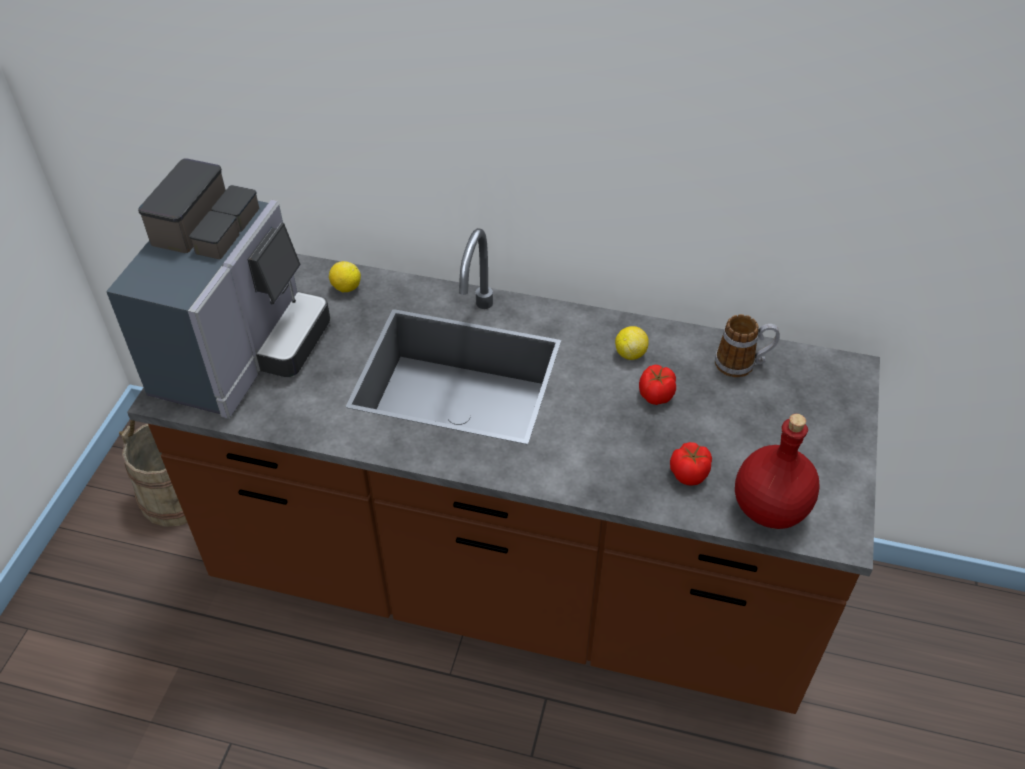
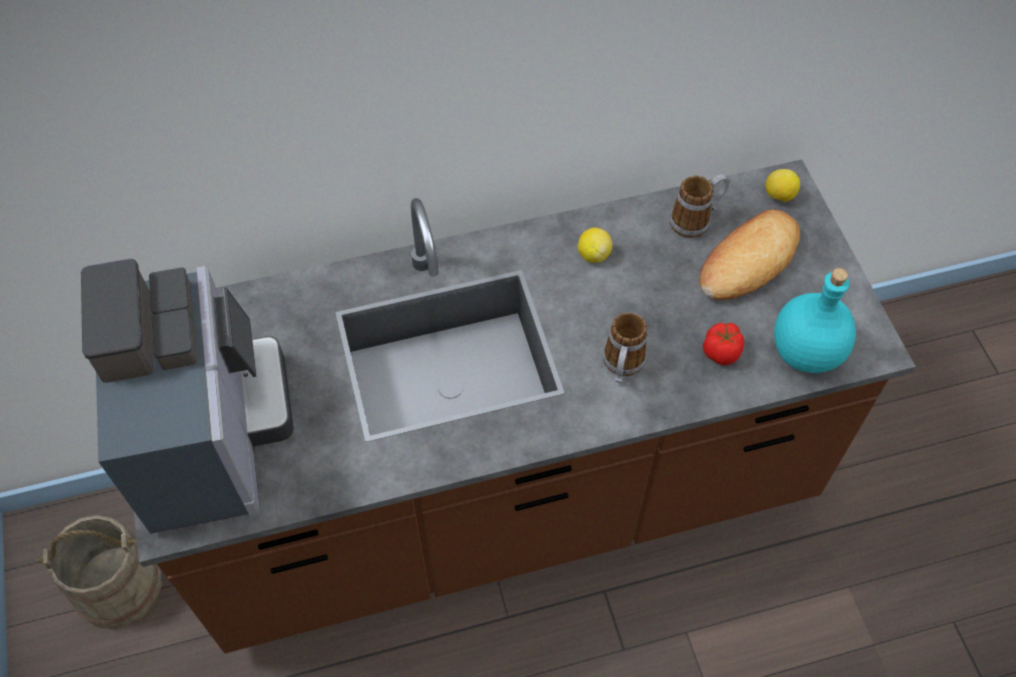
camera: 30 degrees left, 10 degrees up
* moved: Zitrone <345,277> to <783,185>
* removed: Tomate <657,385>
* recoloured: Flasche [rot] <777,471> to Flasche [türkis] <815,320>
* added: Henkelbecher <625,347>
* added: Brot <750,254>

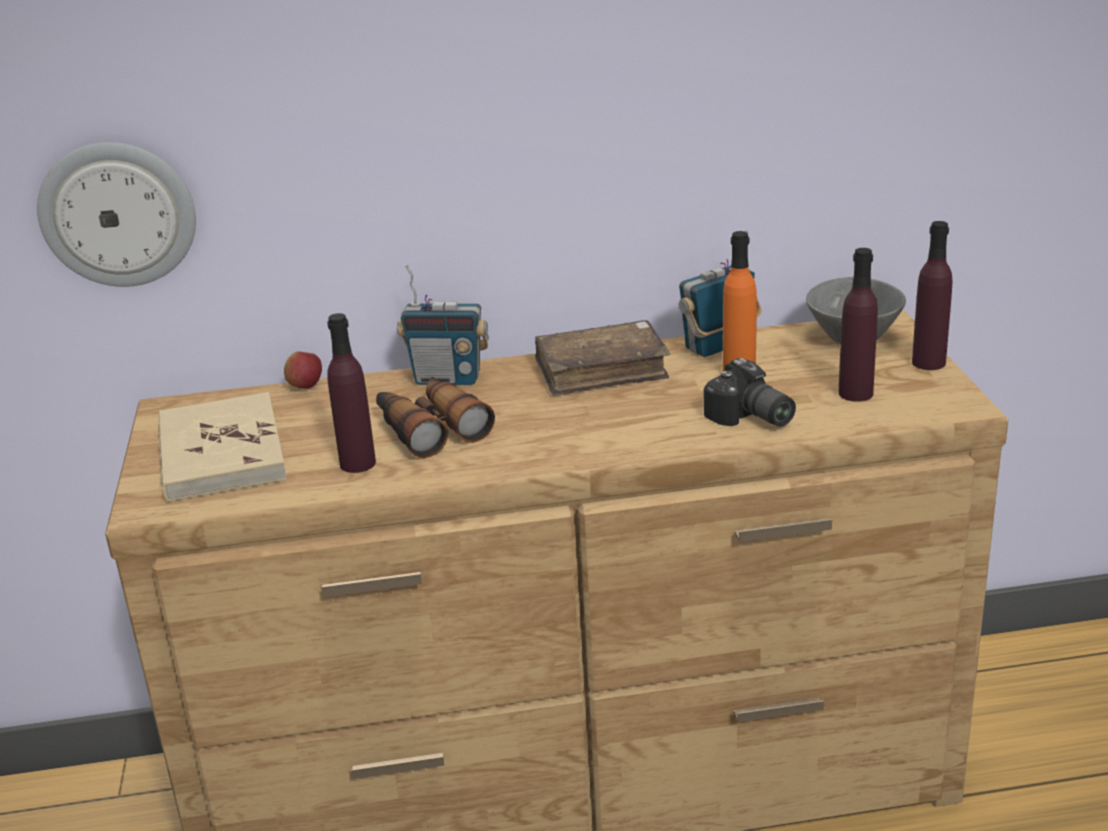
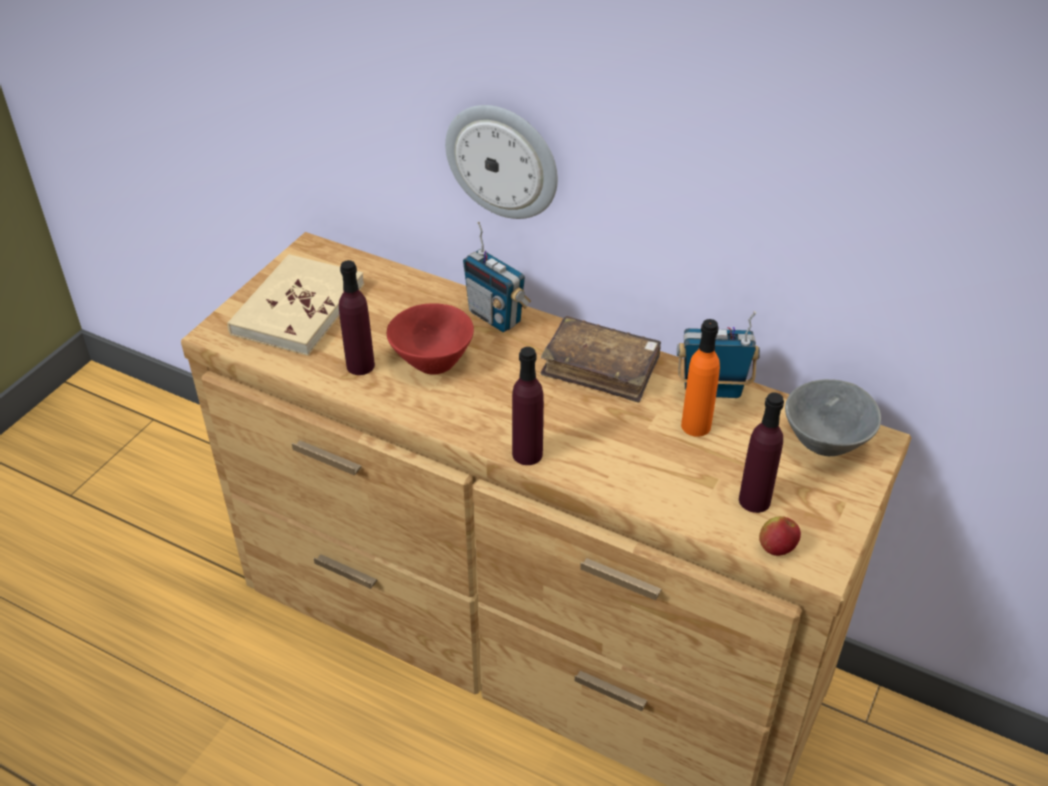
camera: 35 degrees right, 15 degrees up
* moved: Wanduhr <116,214> to <501,162>
* moved: Apfel <303,370> to <780,536>
* replaced: Fernglas <435,417> to Schüssel [rot] <430,339>
* removed: Kamera <750,392>
* moved: Flasche [lila] <932,295> to <528,406>

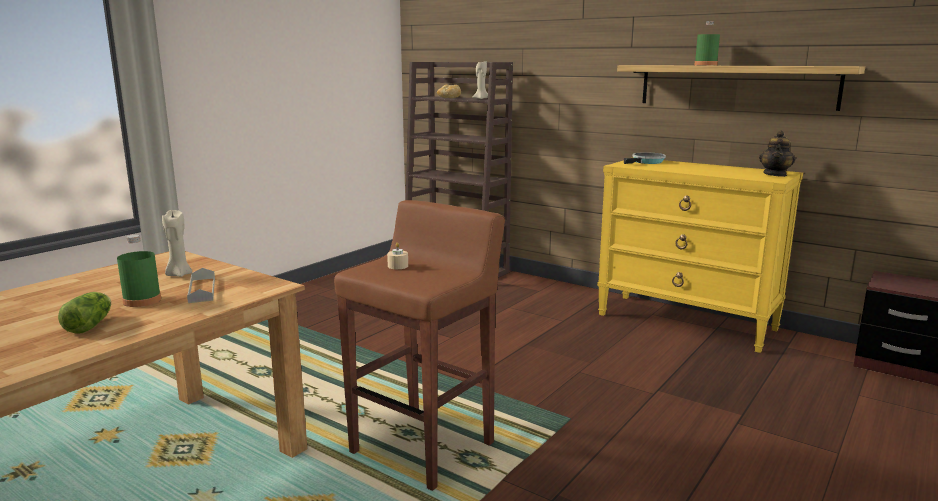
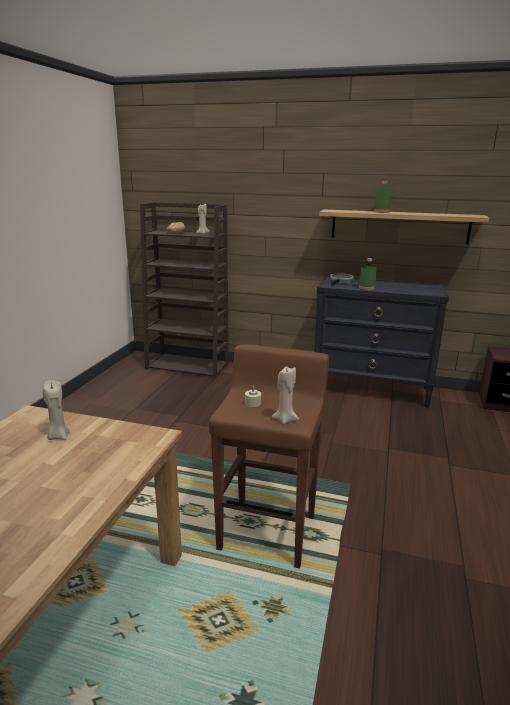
camera: 20 degrees left, 5 degrees up
* removed: Salatkopf <84,312>
* moved: Flasche [grün] <139,271> to <367,274>
* removed: Tablett [grau] <201,285>
* recoloured: Kommode [gelb] <700,256> to Kommode [schwarz] <381,342>
* removed: Teekanne <777,153>
* added: Kerze [beige] <285,395>

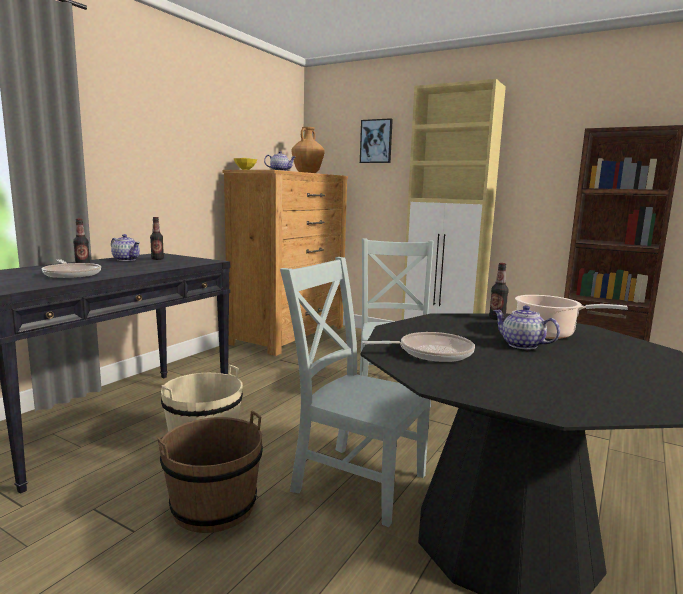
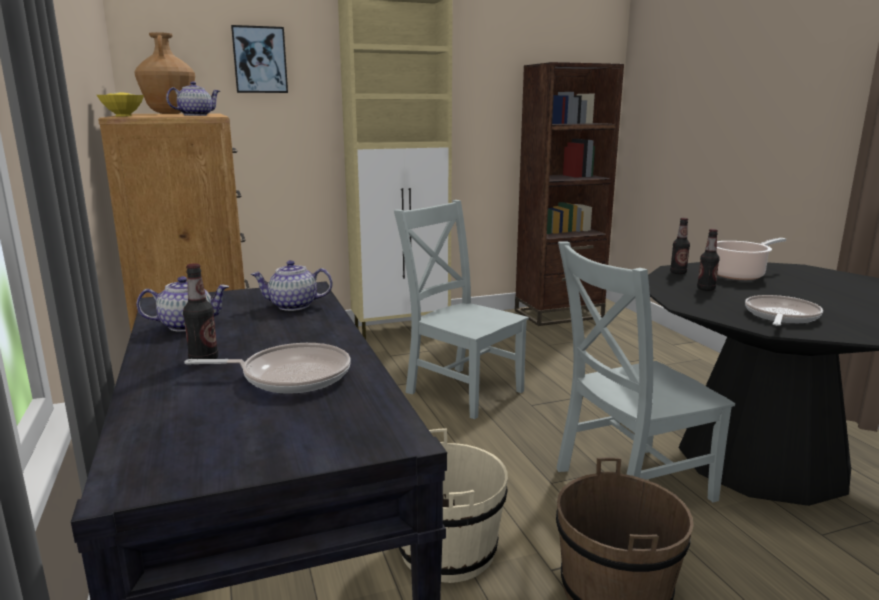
camera: 50 degrees left, 5 degrees up
* moved: Flasche <157,238> to <708,260>
* moved: Teekanne <526,327> to <291,285>

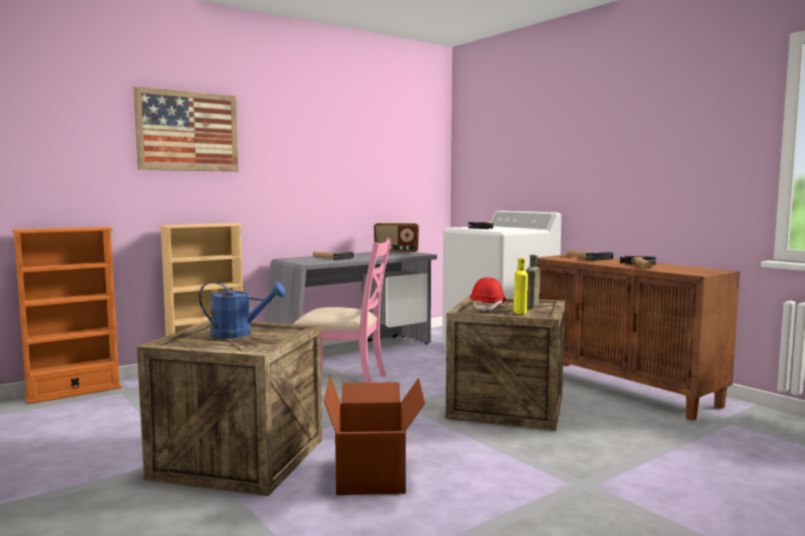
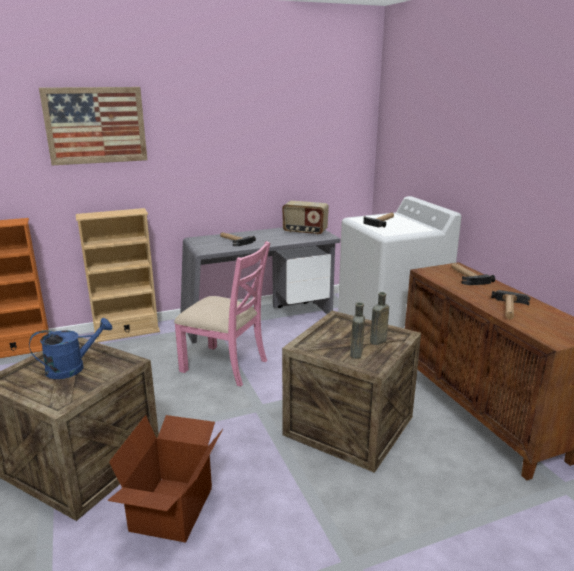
camera: 15 degrees right, 15 degrees up
* turned: Gießkanne [blau] <242,310> = <70,348> 45 degrees counterclockwise
* removed: Schutzhelm [rot] <488,294>
* recoloured: Flasche [gelb] <520,286> to Flasche [braun] <357,330>

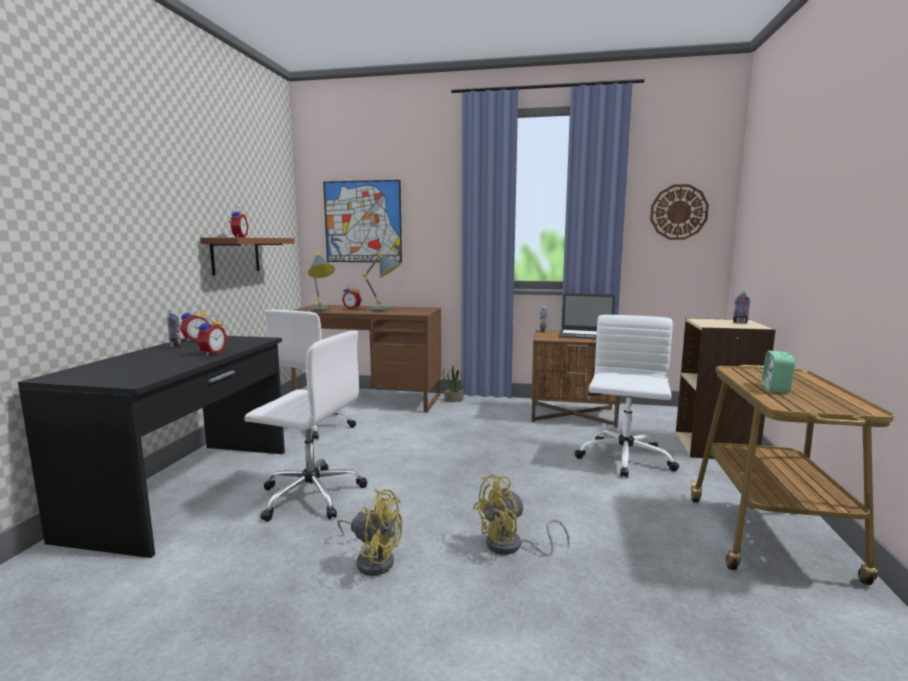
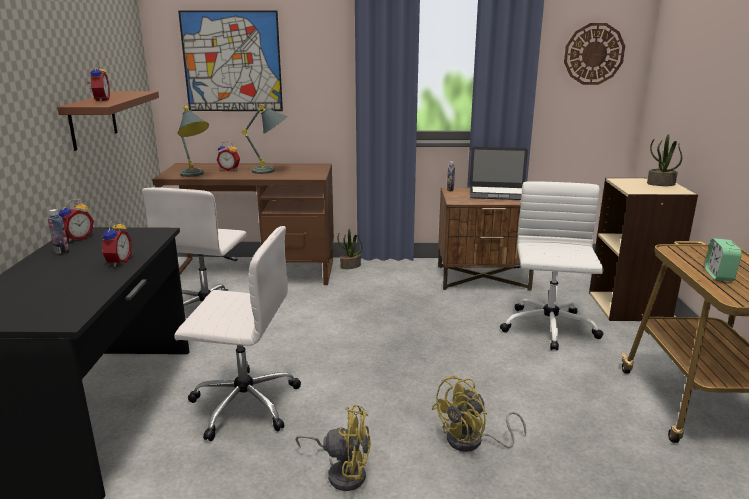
camera: 10 degrees left, 10 degrees up
* replaced: Flasche <741,306> to Topfpflanze <664,160>

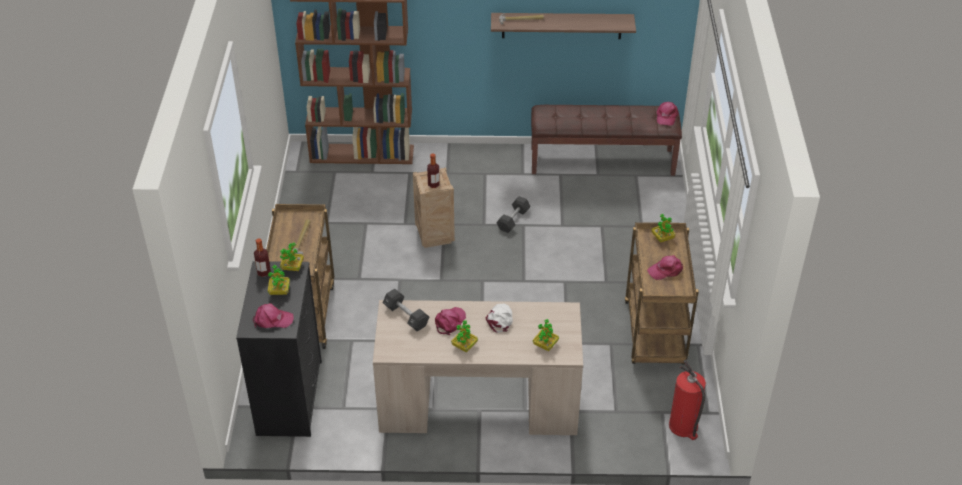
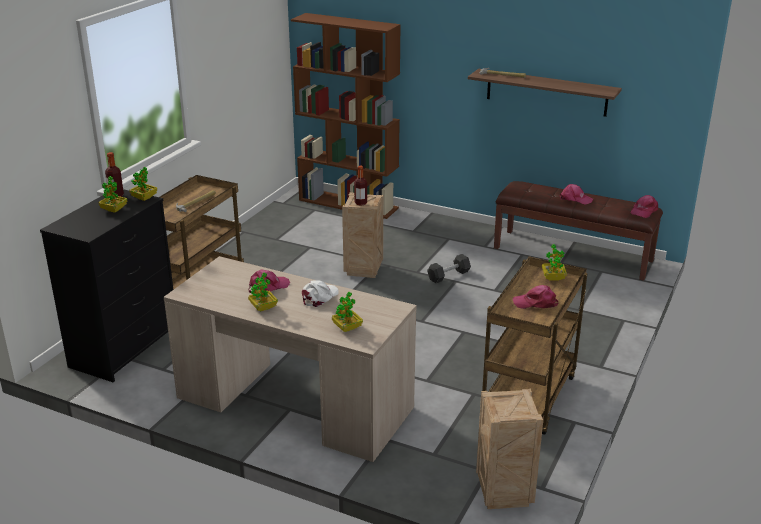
camera: 25 degrees right, 15 degrees down
* moved: Kappe [rosa] <273,315> to <576,194>
* removed: Hantel [schwarz] <406,310>
* replaced: Feuerlöscher <687,400> to Kiste <509,449>

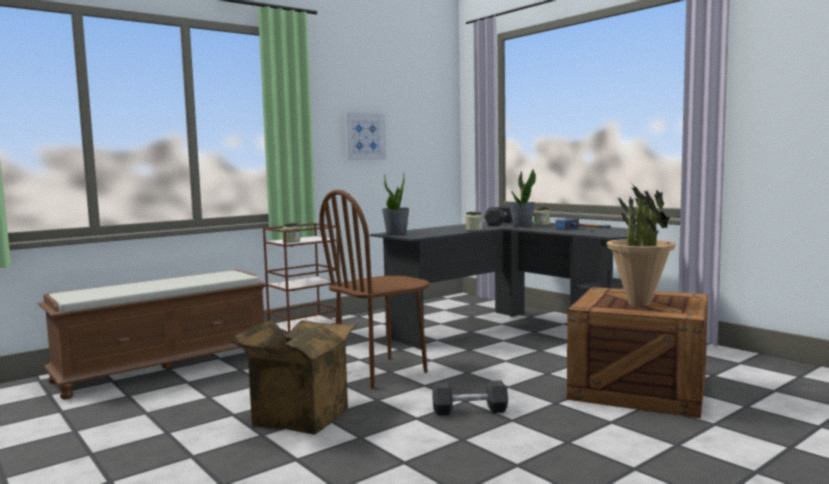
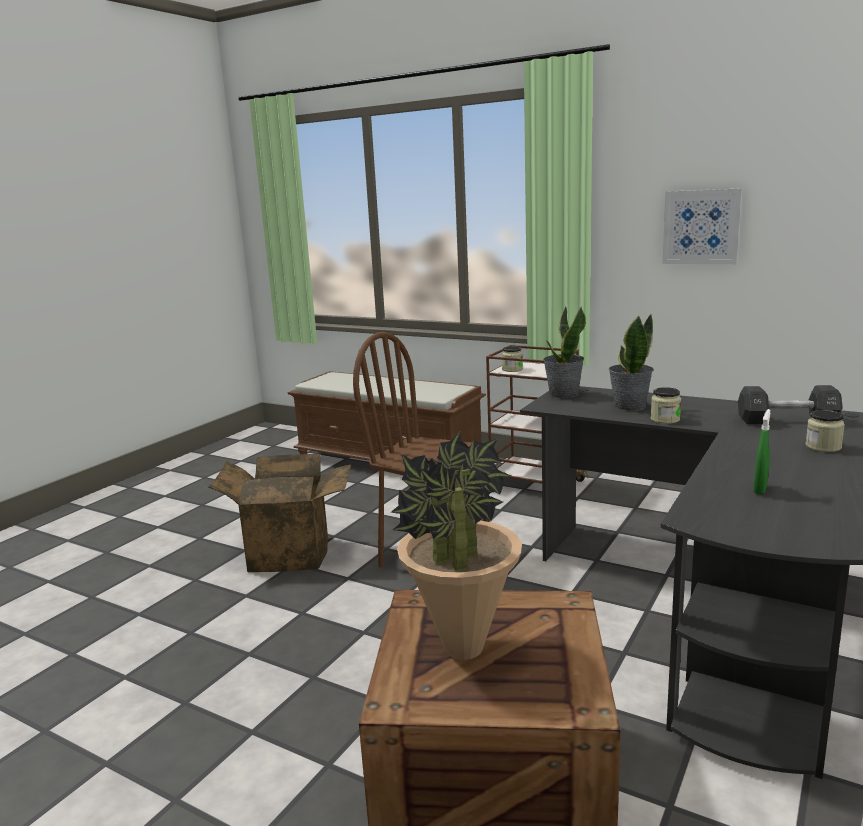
camera: 70 degrees right, 10 degrees up
* removed: Hantel [schwarz] <470,397>
* moved: Topfpflanze <522,198> to <631,362>
* replaced: Hammer <583,224> to Sprühflasche [grün] <762,452>

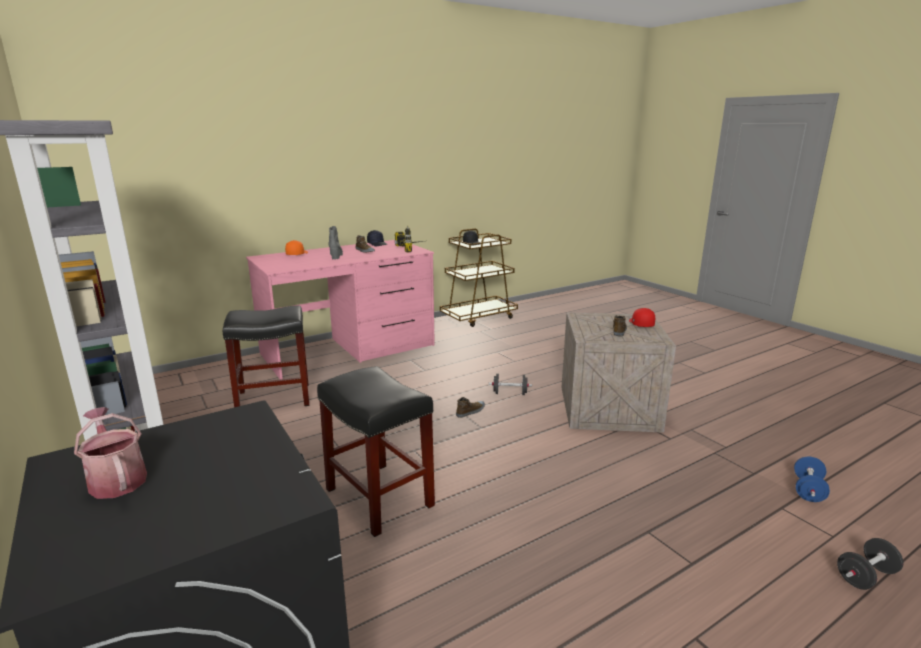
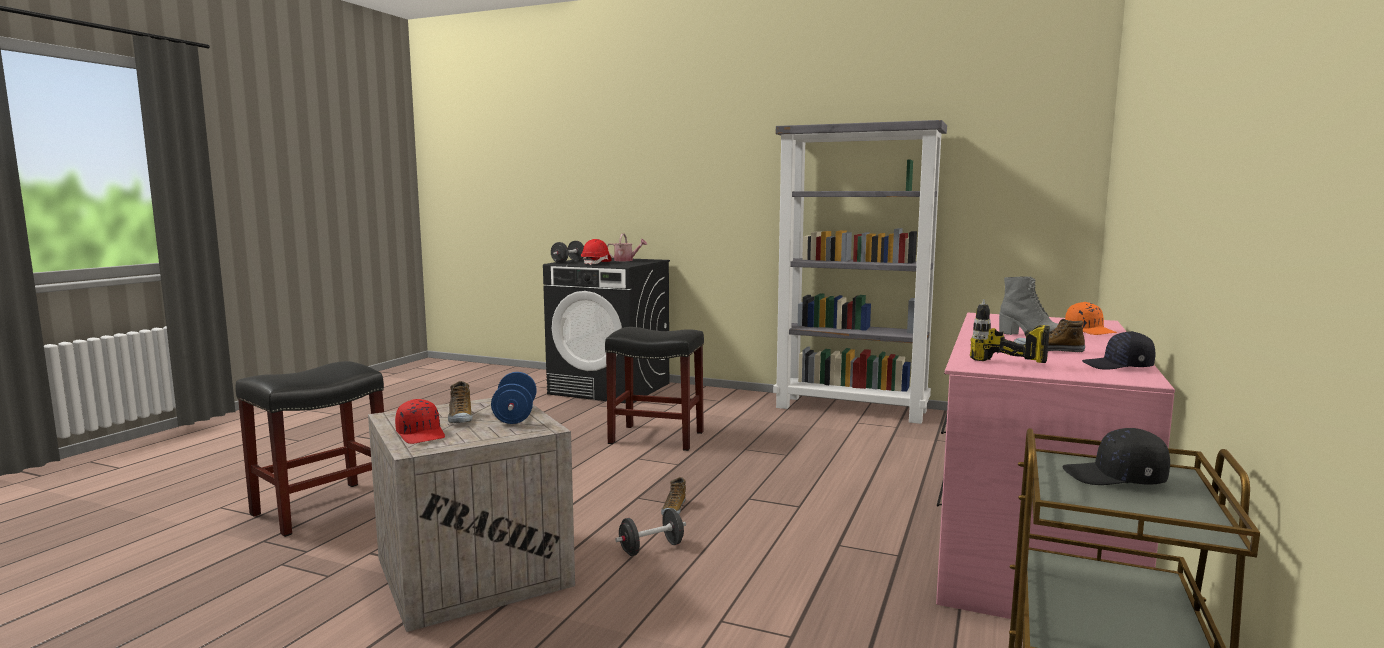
camera: 145 degrees right, 10 degrees down
* moved: Hocker [schwarz] <266,356> to <309,449>
* moved: Hantel [blau] <812,479> to <514,398>
* moved: Hantel [schwarz] <870,564> to <567,252>
* added: Schutzhelm [rot] <596,252>

